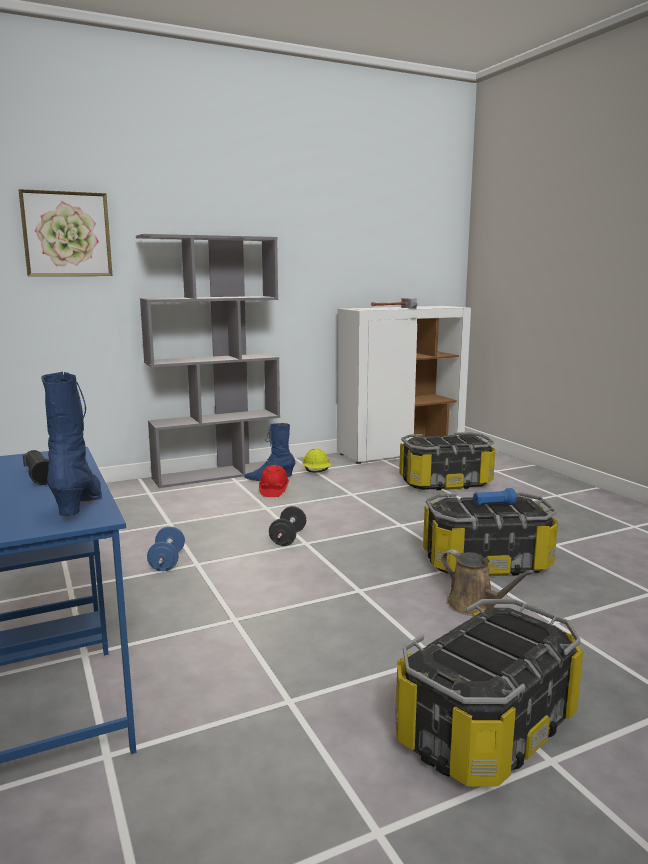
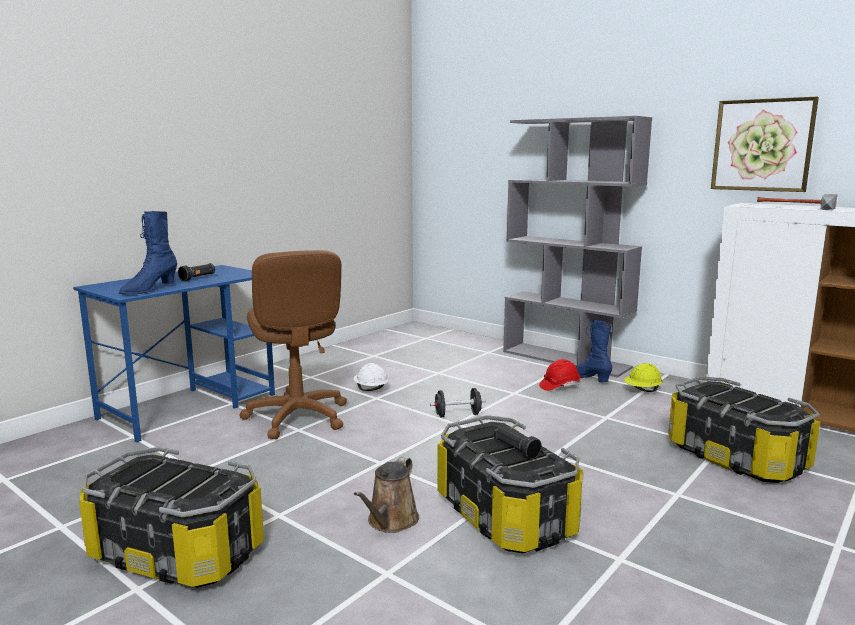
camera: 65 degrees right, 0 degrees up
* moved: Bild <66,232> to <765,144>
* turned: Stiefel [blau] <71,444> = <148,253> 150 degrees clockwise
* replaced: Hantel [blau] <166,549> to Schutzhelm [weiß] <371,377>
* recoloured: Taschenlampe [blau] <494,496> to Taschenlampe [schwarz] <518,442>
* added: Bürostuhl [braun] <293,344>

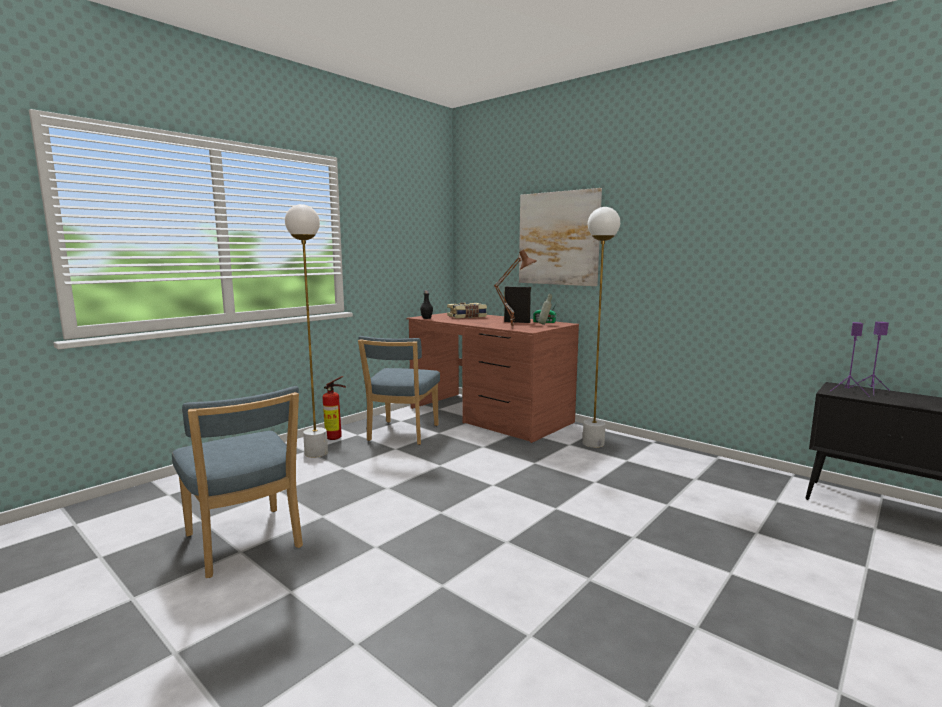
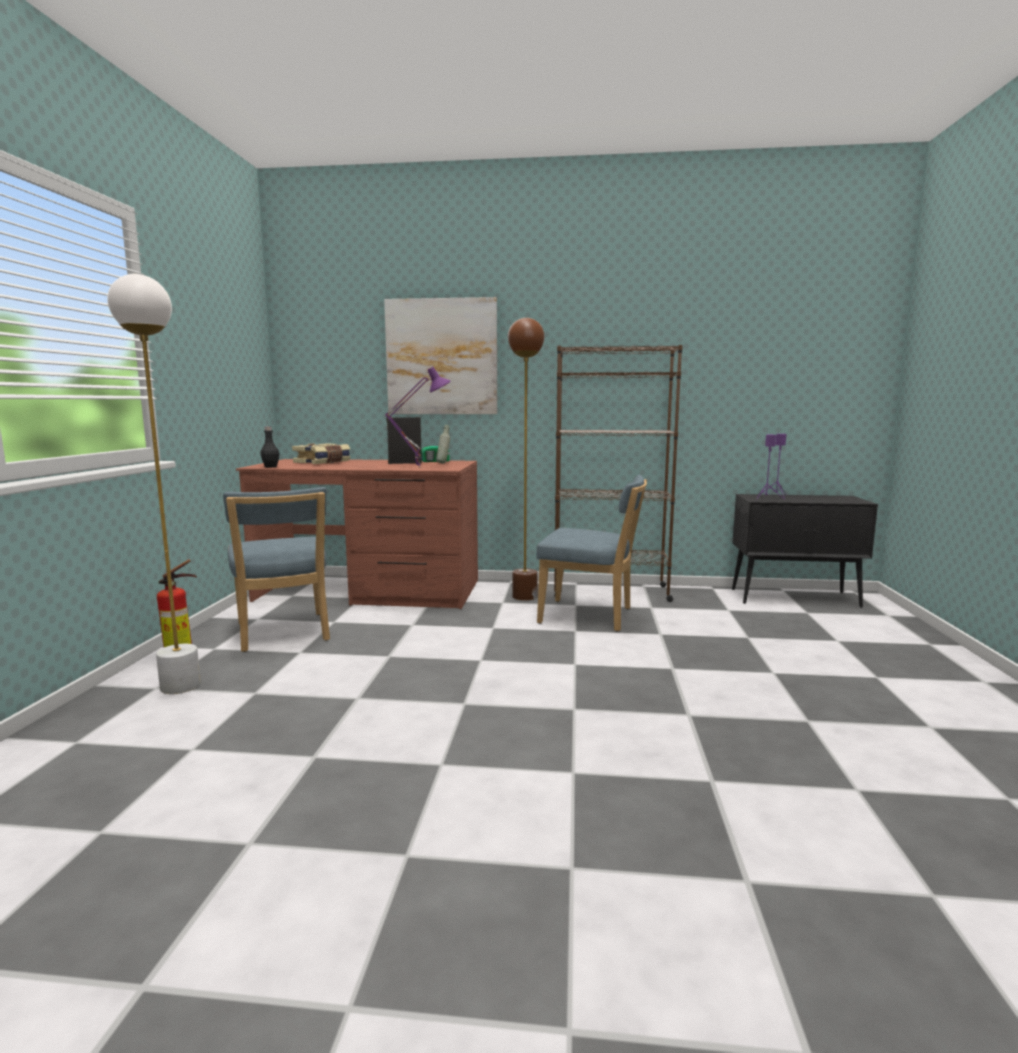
camera: 35 degrees left, 0 degrees up
* moved: Stuhl [blau] <237,482> to <591,553>
* recoloured: Tischlampe [braun] <515,289> to Tischlampe [lila] <417,417>
* recoloured: Stehlampe [weiß] <601,327> to Stehlampe [braun] <526,459>
* added: Bücherregal [braun] <618,473>

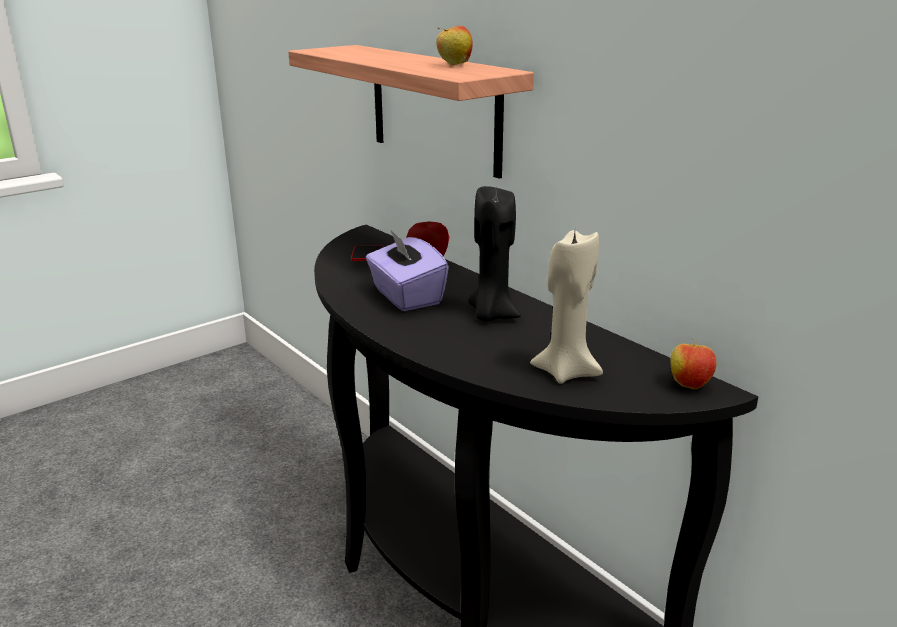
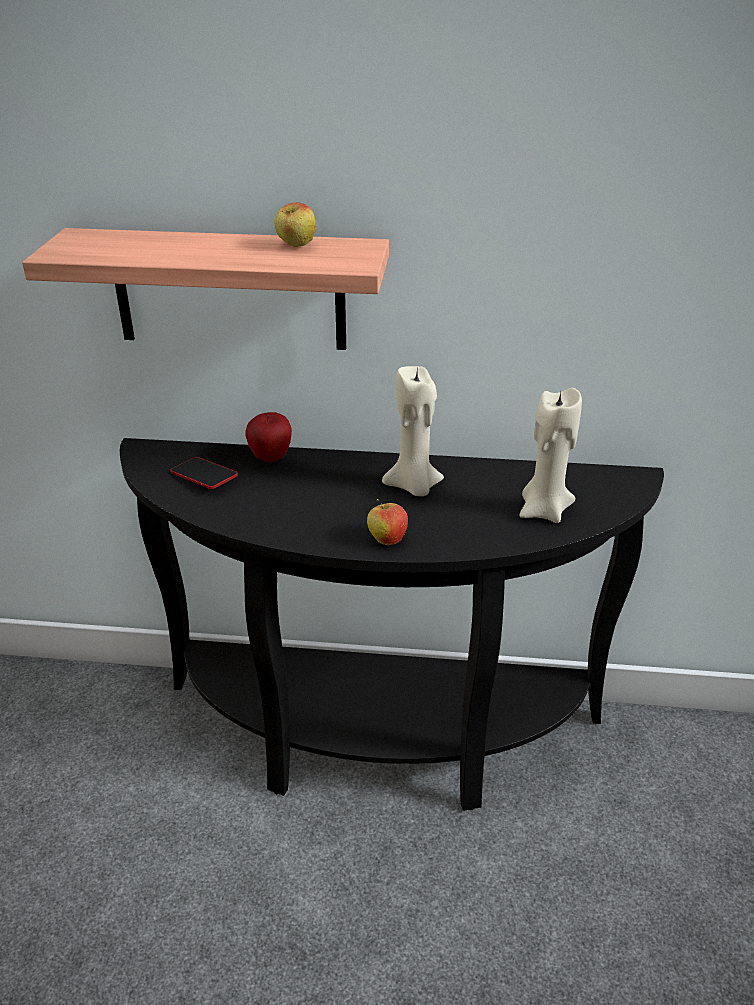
camera: 45 degrees left, 10 degrees up
* removed: Taschentuchbox [lila] <407,270>
* recoloured: Kerze [schwarz] <494,254> to Kerze [beige] <413,431>
* moved: Apfel <694,363> to <387,522>

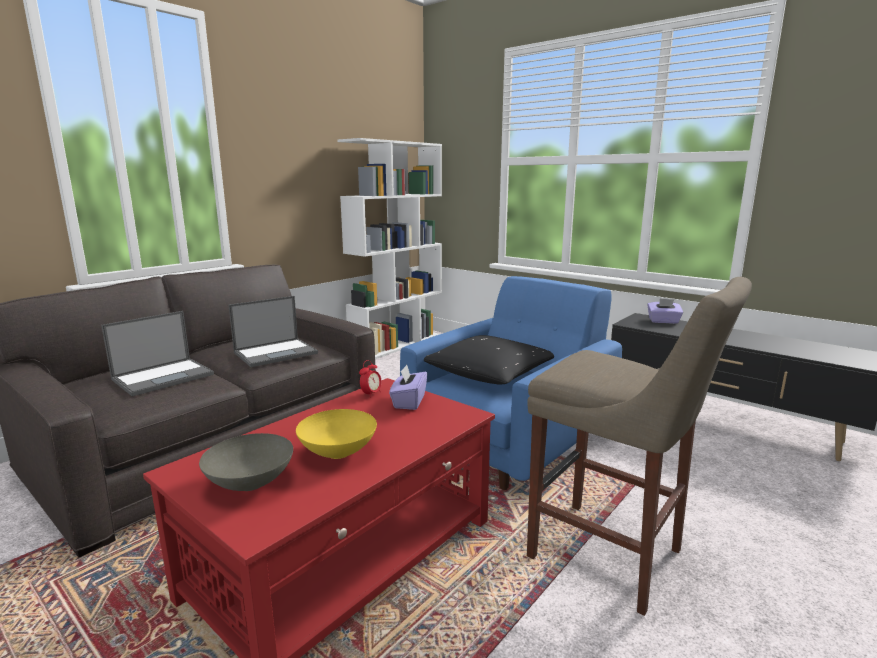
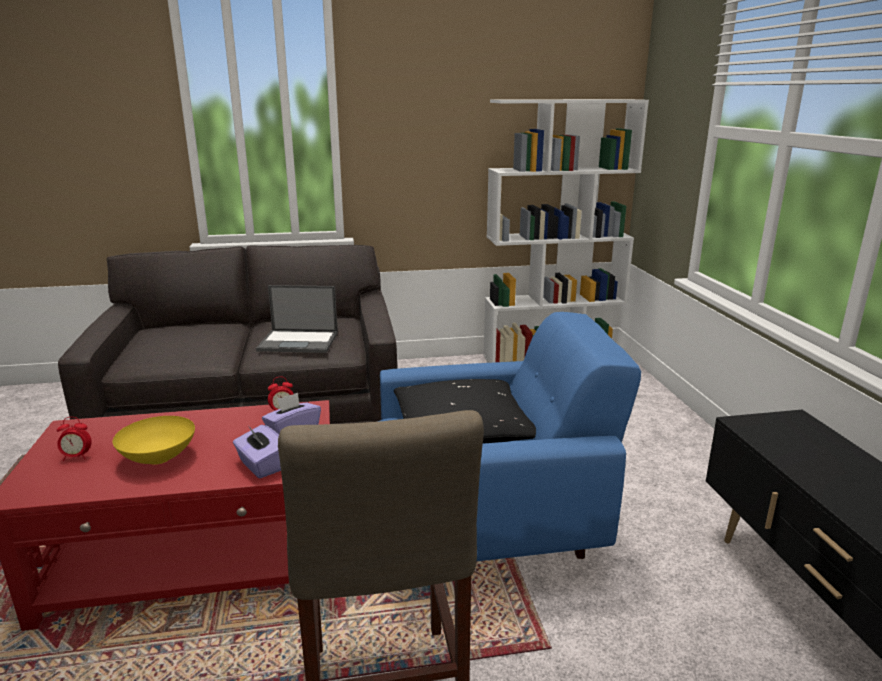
camera: 40 degrees right, 5 degrees up
* removed: Laptop <157,353>
* replaced: Schüssel [grau] <246,462> to Wecker <74,439>
* moved: Taschentuchbox [lila] <665,311> to <257,451>

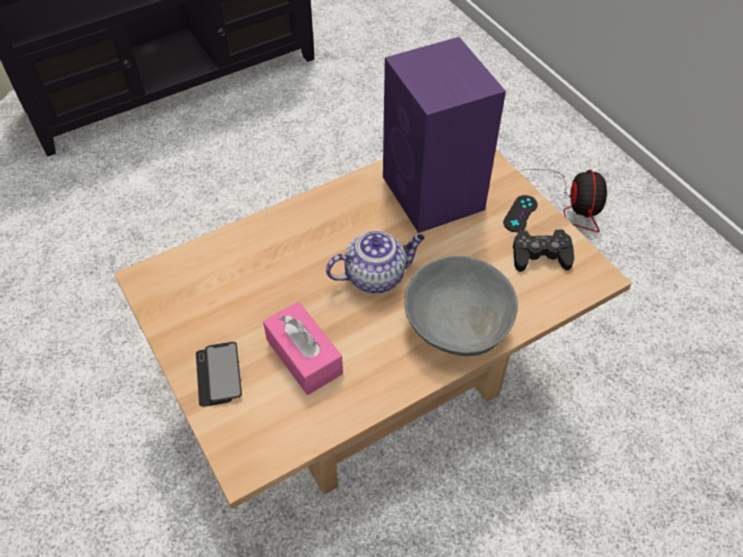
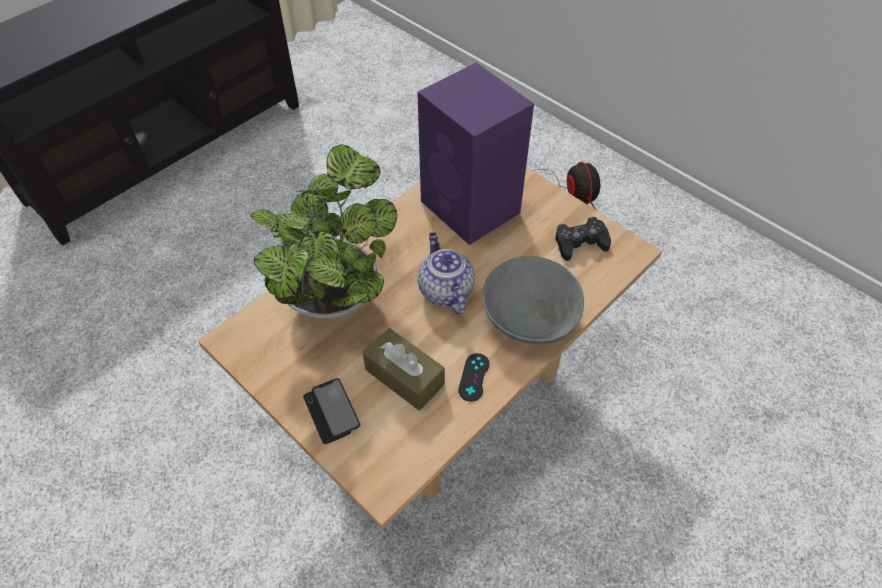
camera: 15 degrees left, 0 degrees up
* recoloured: Taschentuchbox [rosa] <303,348> to Taschentuchbox [braun] <404,369>
* turned: Teekanne <375,262> = <446,273> 75 degrees counterclockwise
* moved: Gamepad [schwarz] <520,213> to <474,377>
* added: Topfpflanze <323,231>

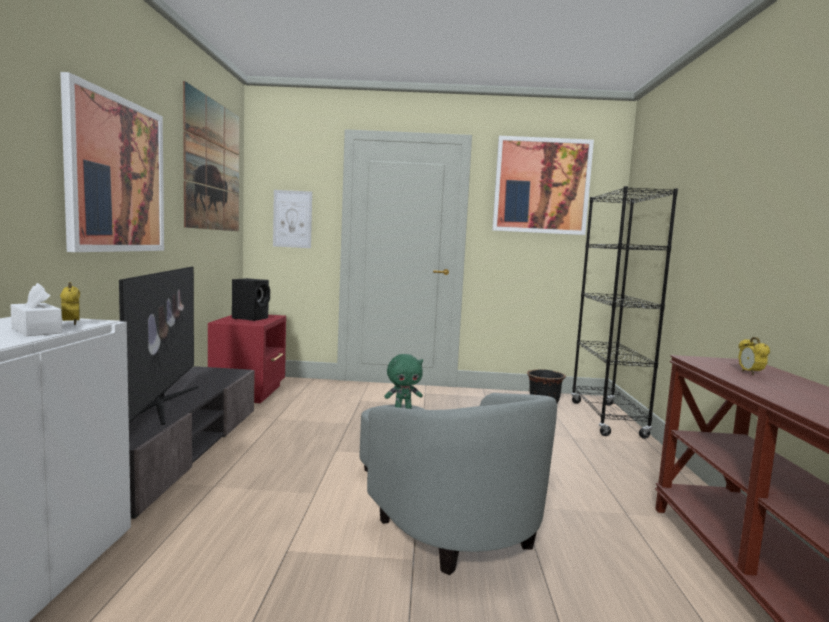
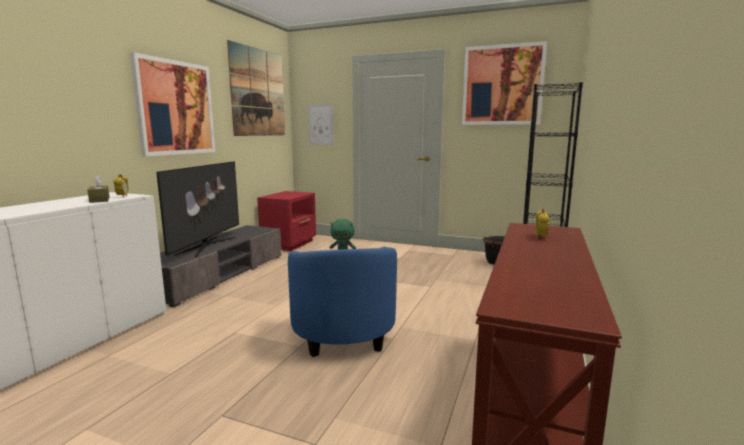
camera: 20 degrees right, 5 degrees up
* recoloured: Taschentuchbox [weiß] <36,309> to Taschentuchbox [braun] <98,189>
* removed: Lautsprecher [schwarz] <251,299>
* recoloured: Sessel [grau] <458,484> to Sessel [blau] <342,302>

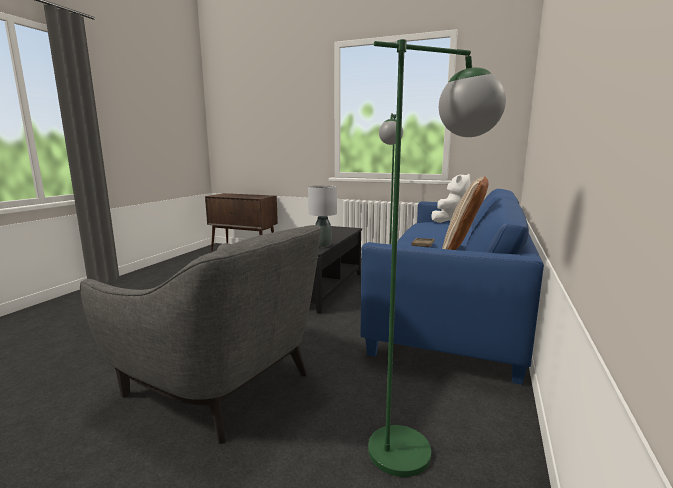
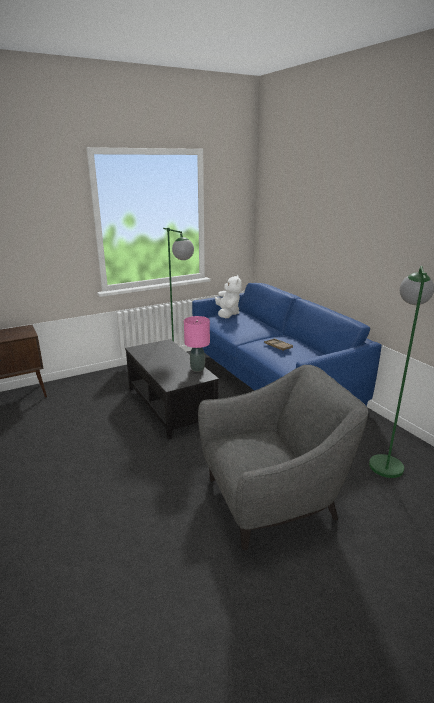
camera: 50 degrees left, 10 degrees up
* recoloured: Tischlampe [grau] <322,216> to Tischlampe [rosa] <197,344>
* removed: Kissen [beige] <465,213>

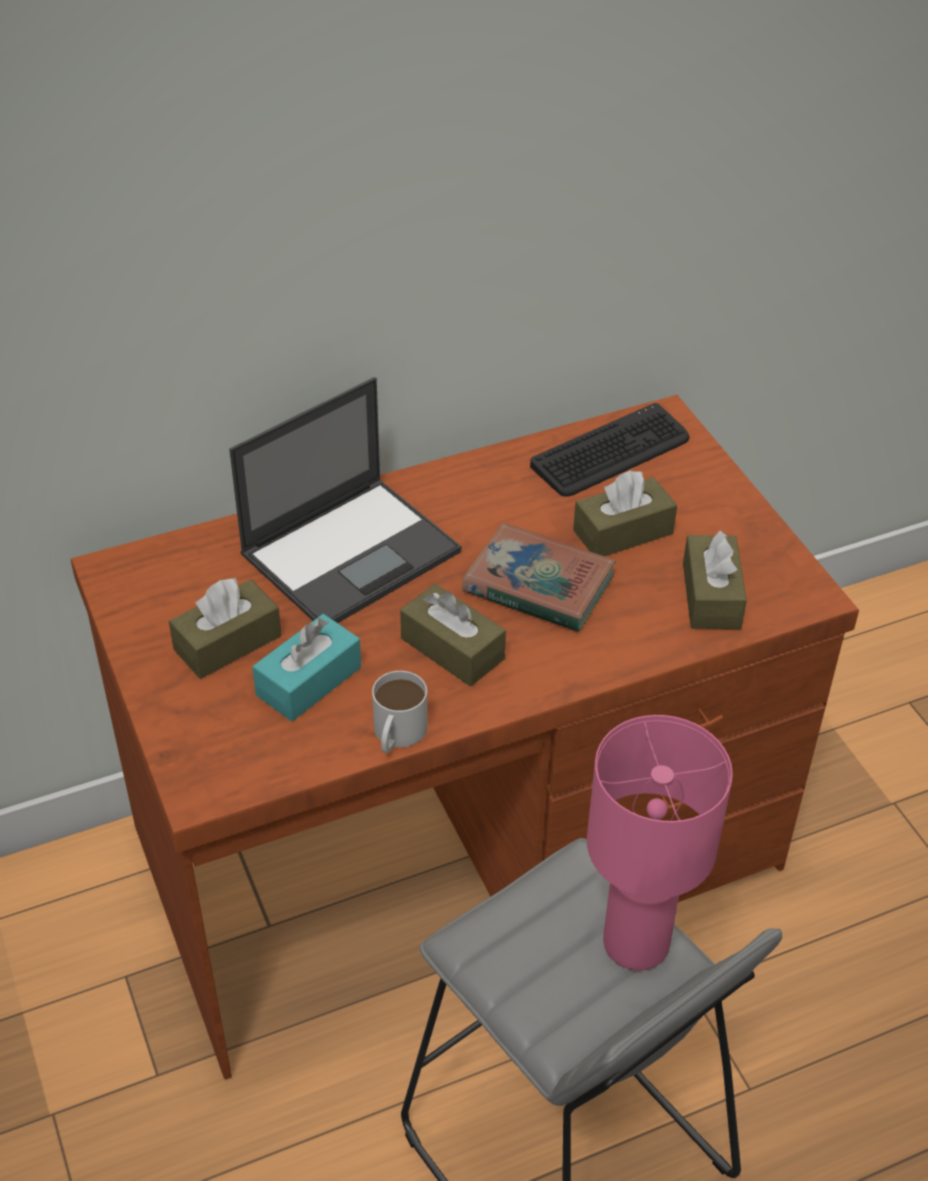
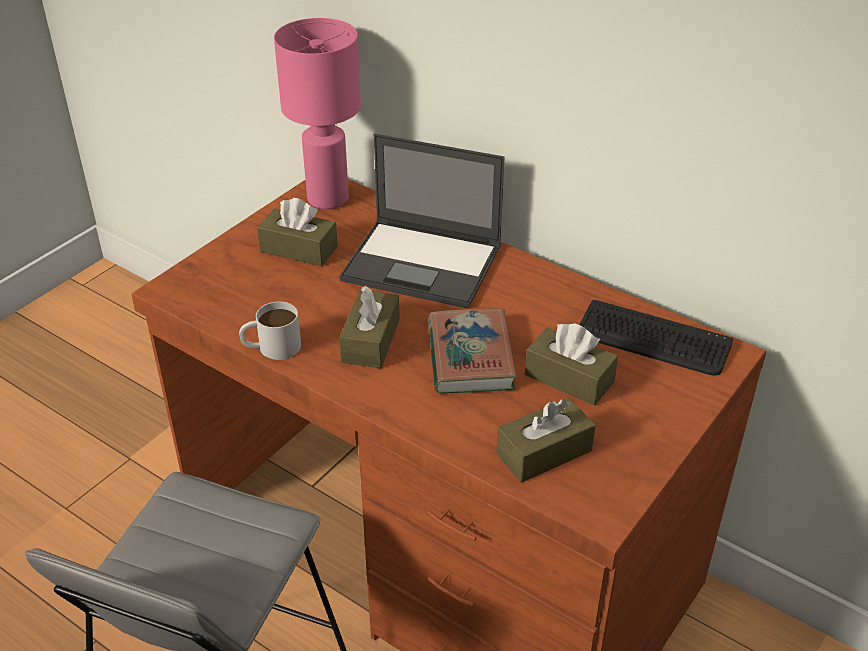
camera: 60 degrees right, 5 degrees down
* removed: Taschentuchbox [türkis] <306,667>
* moved: Tischlampe [rosa] <660,843> to <317,113>

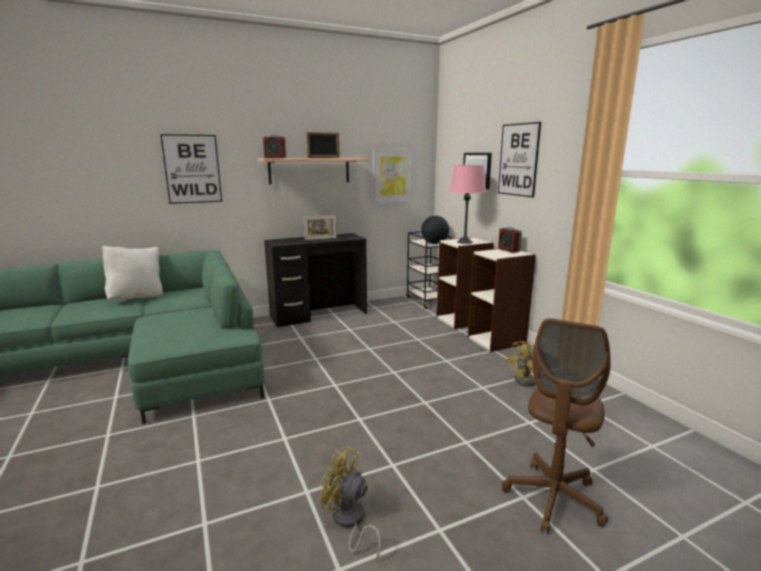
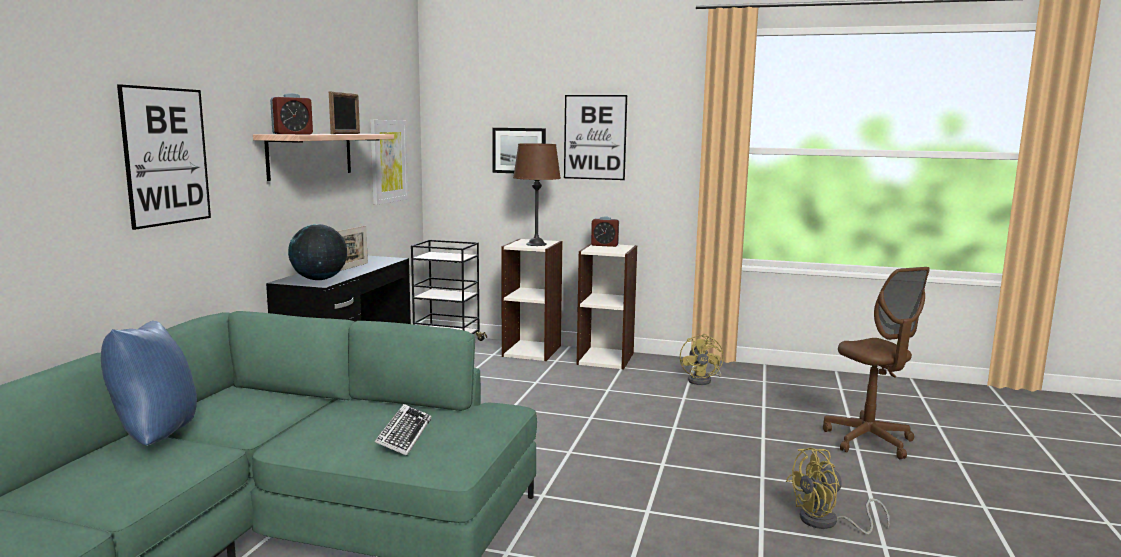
camera: 50 degrees left, 5 degrees down
* recoloured: Kissen [weiß] <132,272> to Kissen [blau] <149,383>
* moved: Globus <435,230> to <317,252>
* recoloured: Tischlampe [rosa] <467,204> to Tischlampe [braun] <537,194>
* added: Tastatur <403,430>

